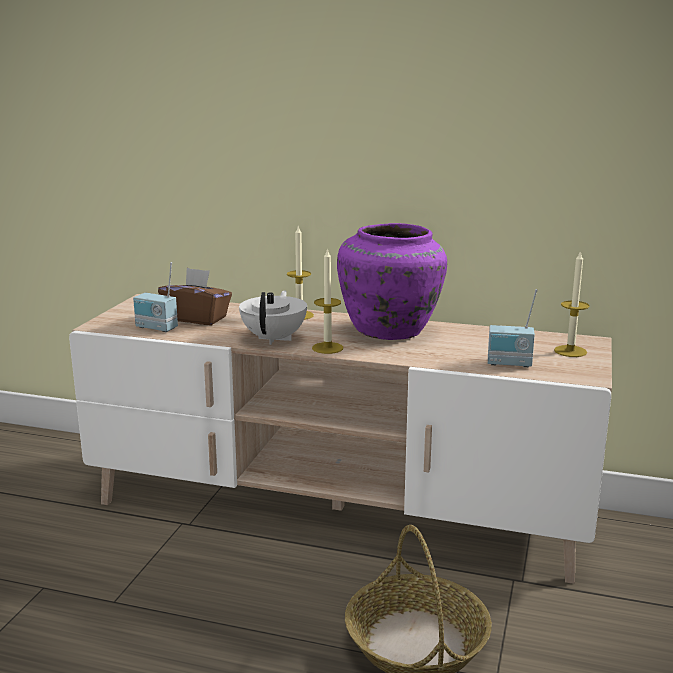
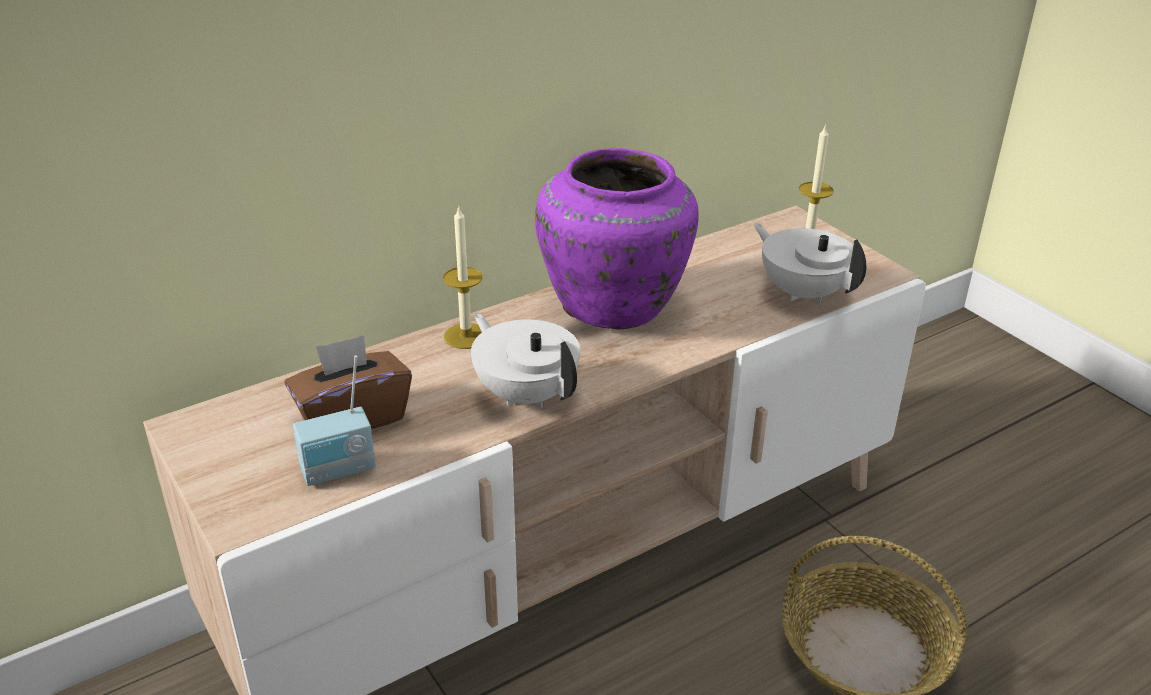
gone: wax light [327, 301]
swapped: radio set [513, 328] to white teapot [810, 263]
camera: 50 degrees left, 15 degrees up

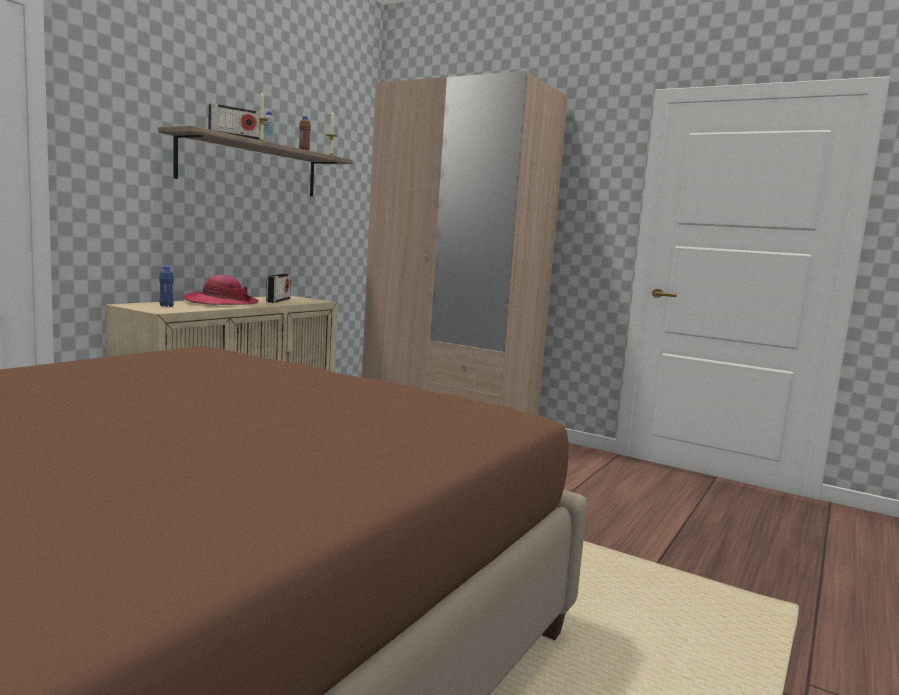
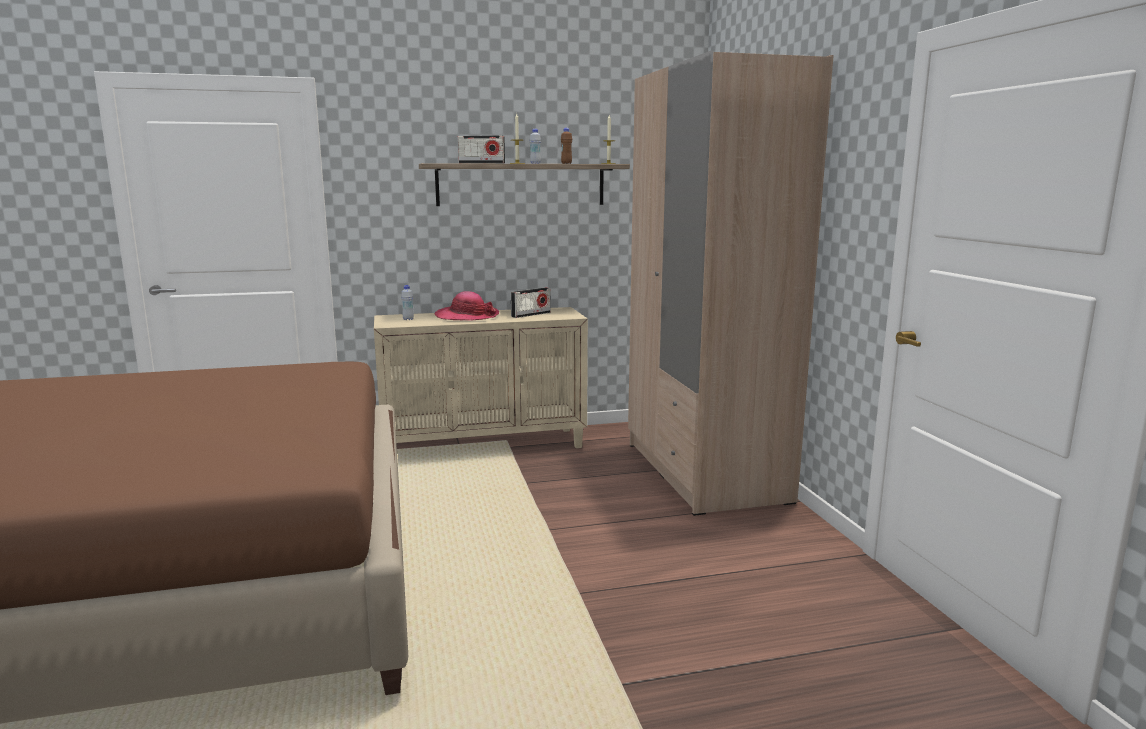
repainted: bluish drink bottle [166, 286] to white drink bottle [407, 302]
camera: 45 degrees right, 5 degrees up

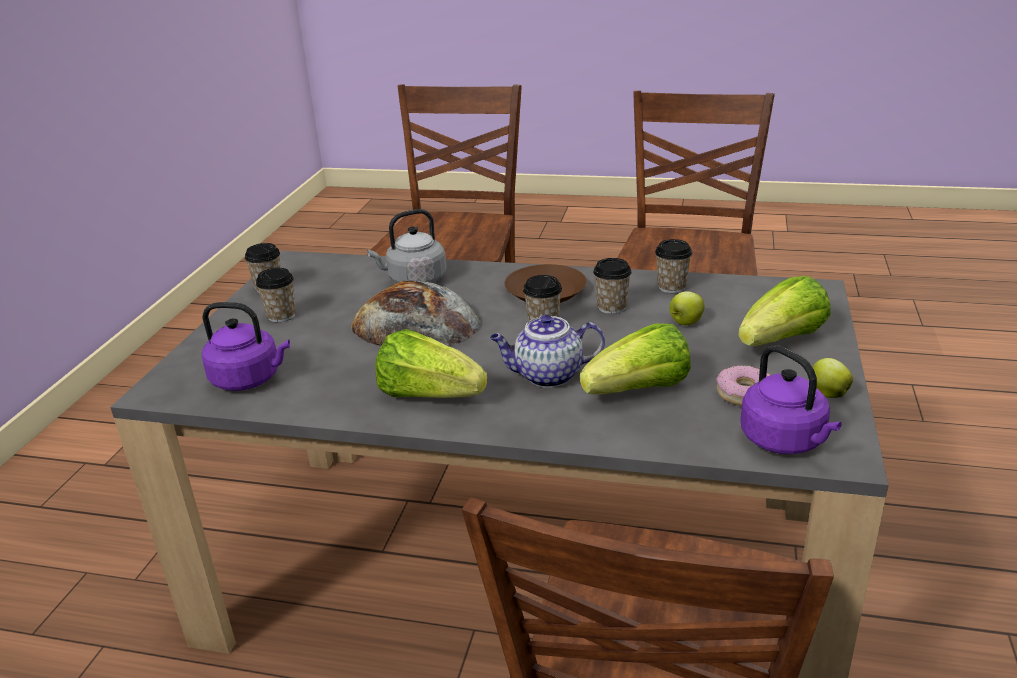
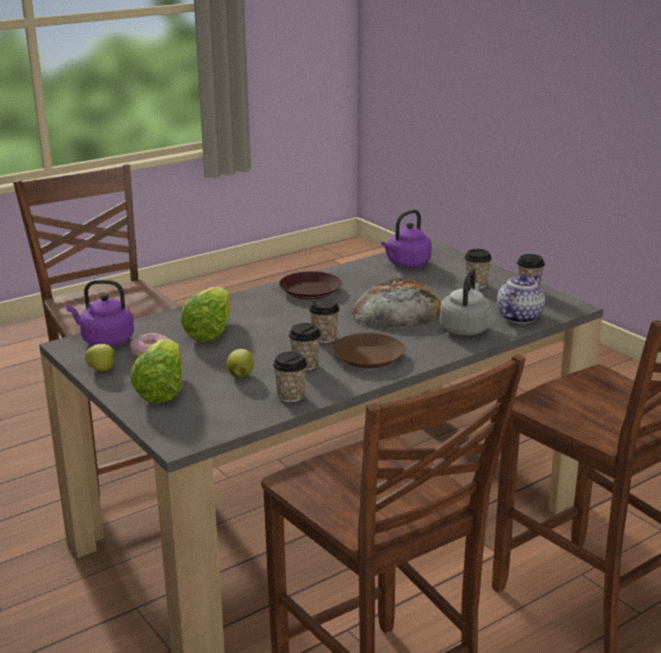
shifted: teapot [547, 351] to [521, 299]
swapped: head of lettuce [431, 363] to brownish flat dish [310, 285]
camera: 130 degrees right, 5 degrees down

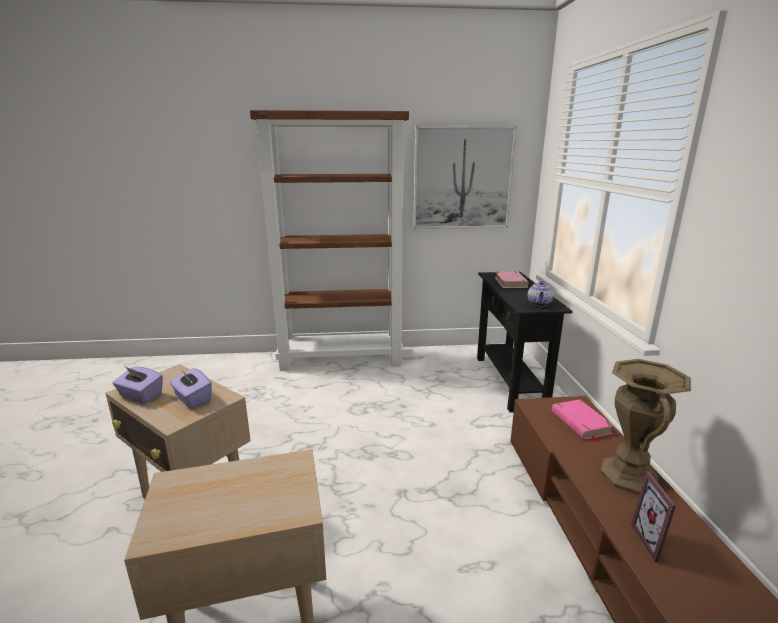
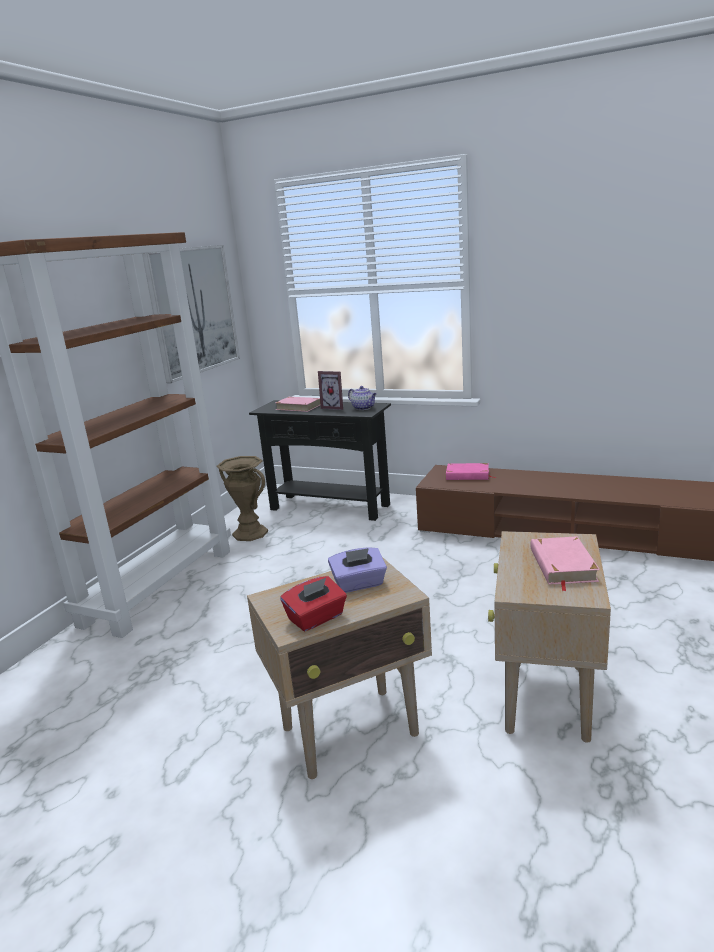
new: pinkish bound book [565, 563]
shifted: brownish decorative vase [645, 426] to [242, 498]; standing frame [653, 516] to [330, 390]
repainted: purplish tissue box [137, 384] to red tissue box [313, 603]
camera: 60 degrees left, 0 degrees up

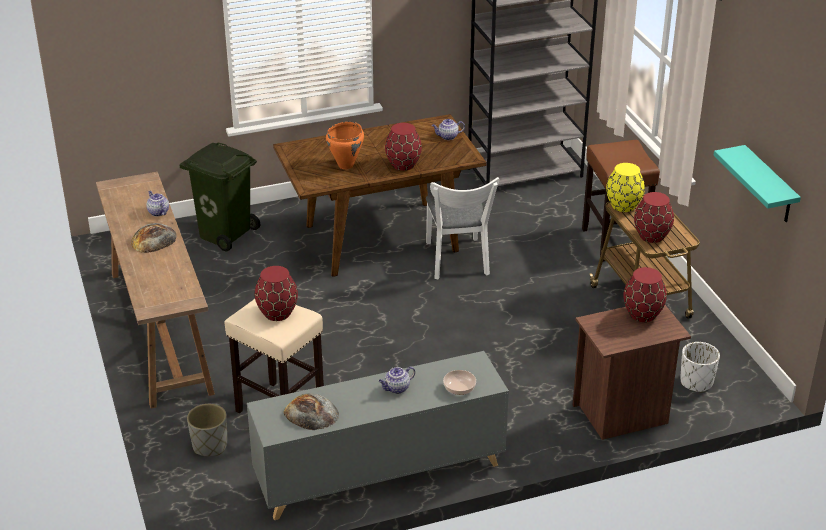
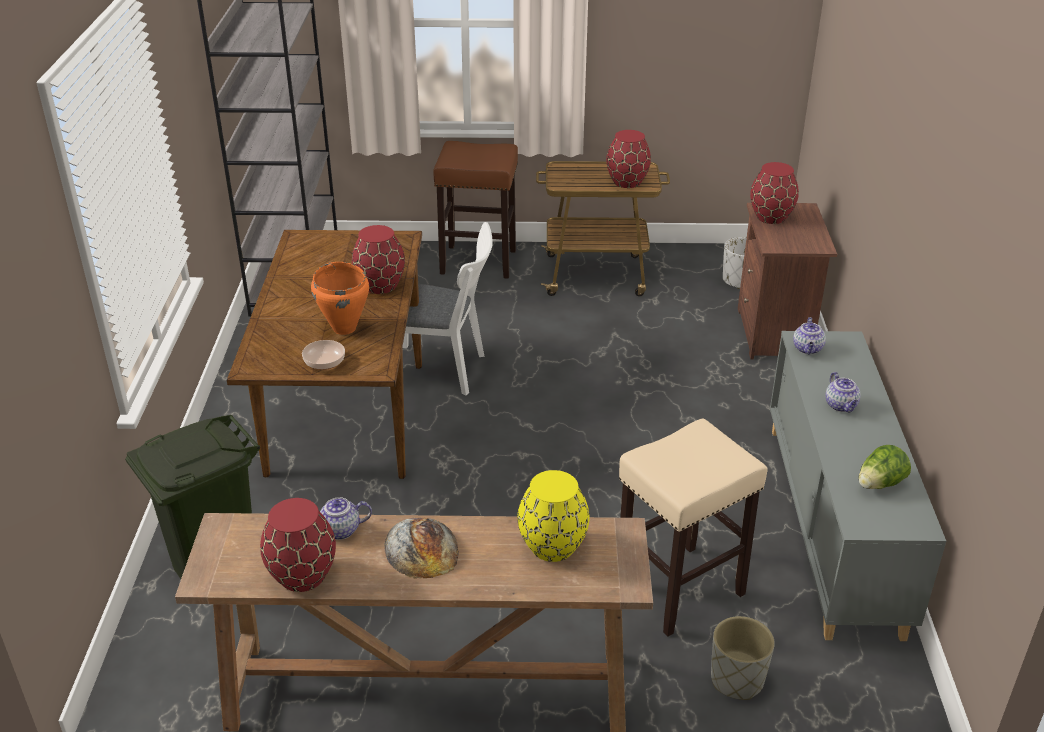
gone: turquoise-coloured wall shelf [757, 183]
shifted: red decorative vase [276, 293] to [298, 545]; teapot [448, 129] to [809, 335]; bowl [459, 382] to [323, 355]; yellowish decorative vase [625, 187] to [553, 516]
swapped: bread [311, 412] to head of lettuce [885, 467]
camera: 70 degrees left, 0 degrees up

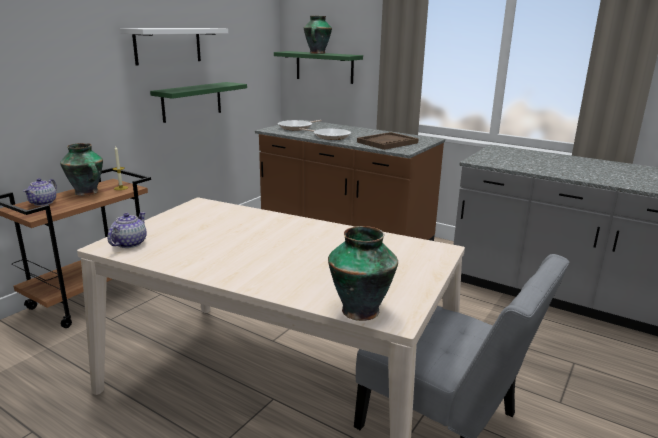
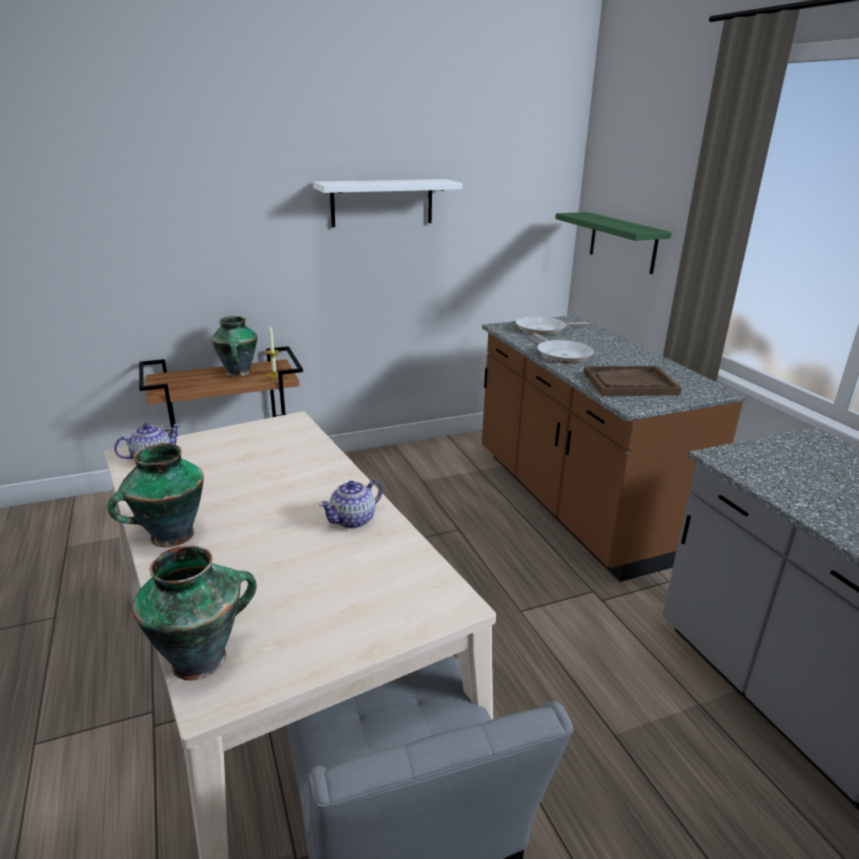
gone: green wall shelf [198, 102]
shifted: teapot [40, 192] to [351, 504]; decorative vase [318, 35] to [156, 495]
camera: 35 degrees right, 5 degrees up

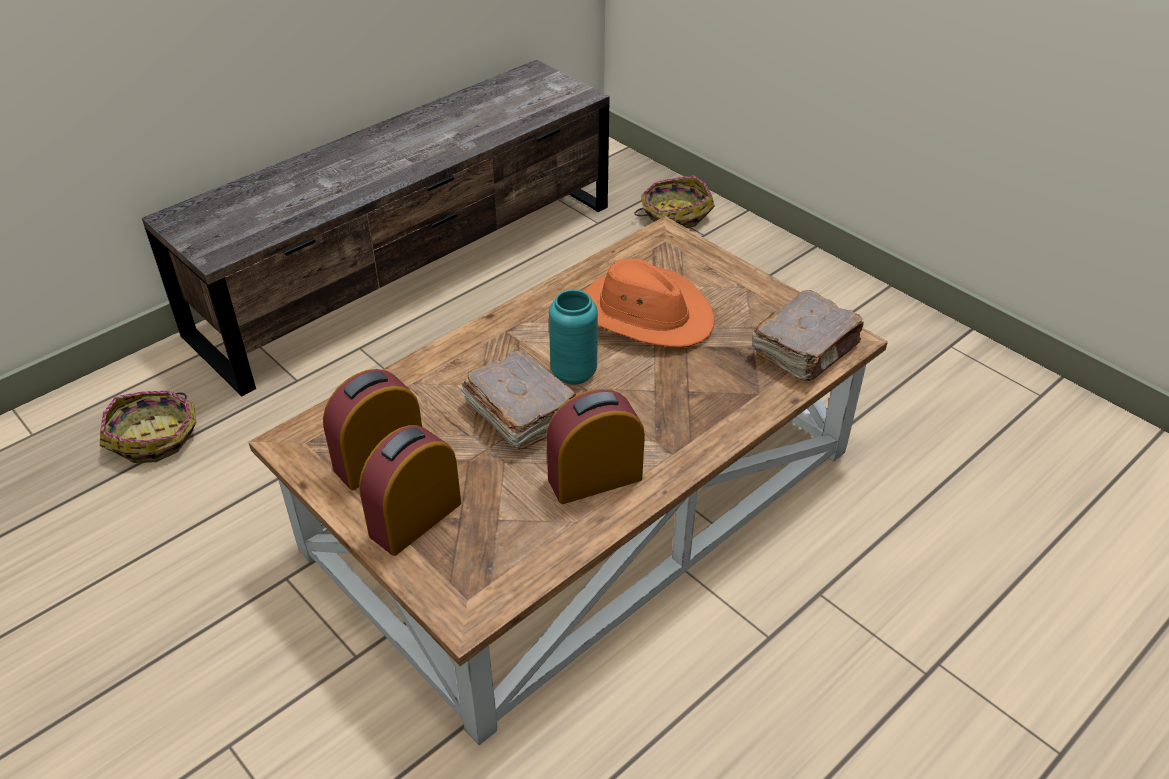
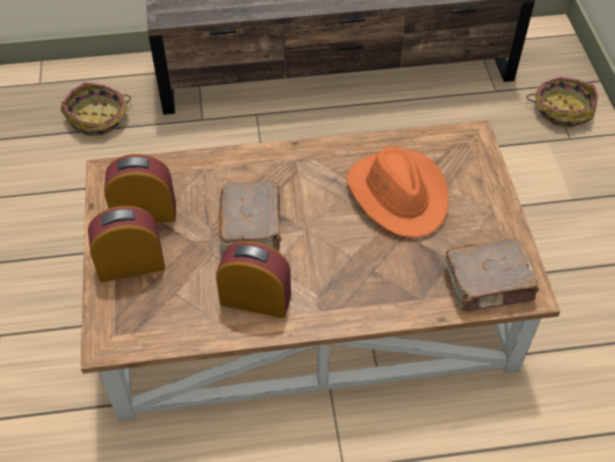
gone: turquoise-coloured decorative vase [573, 337]
camera: 35 degrees right, 10 degrees up

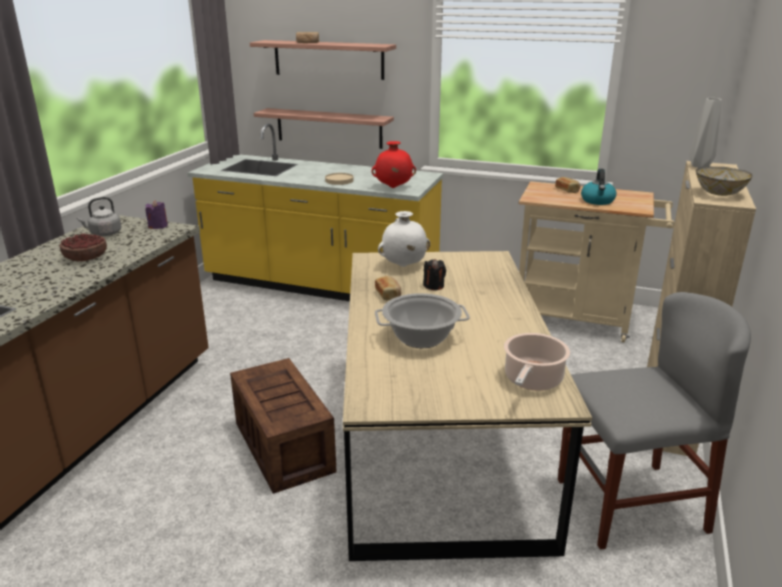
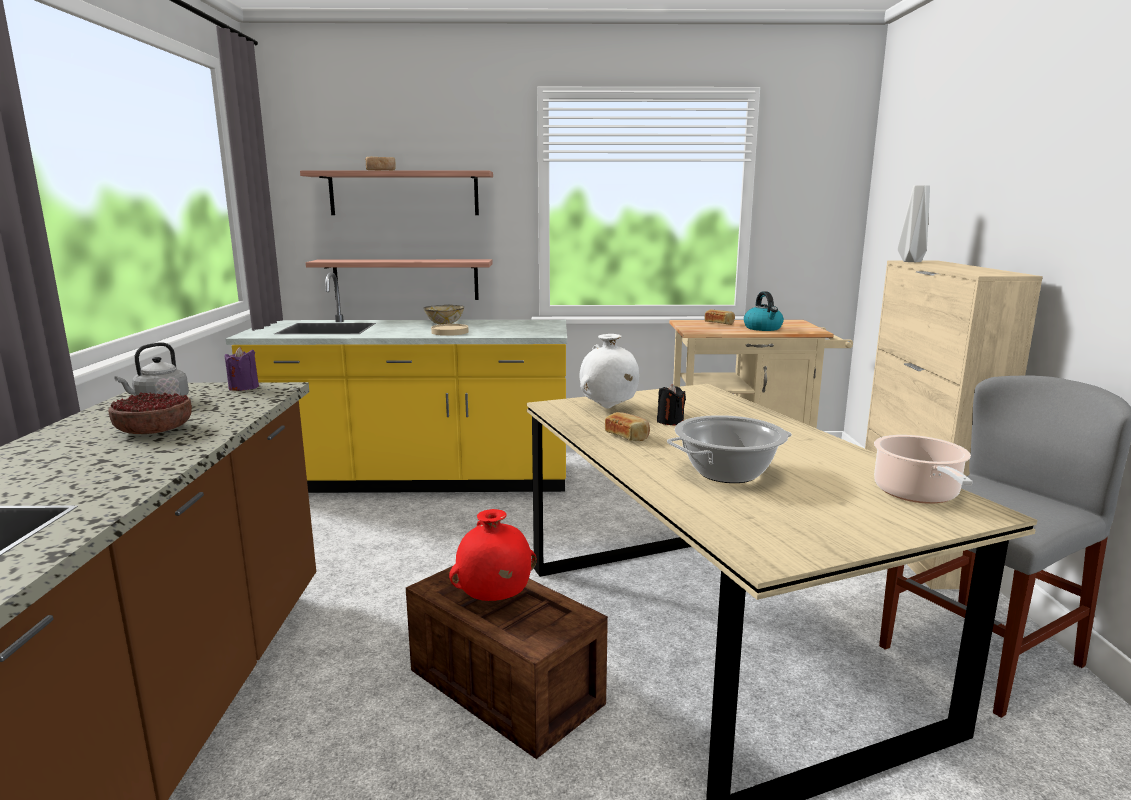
shifted: red decorative vase [393, 164] to [493, 555]; bowl [724, 181] to [444, 314]
camera: 20 degrees left, 10 degrees down

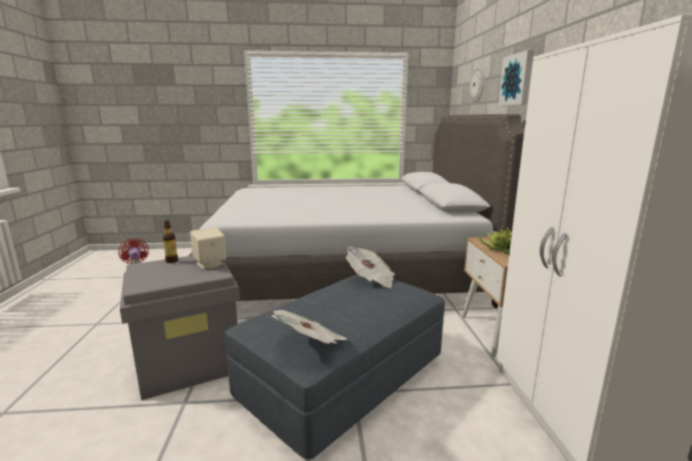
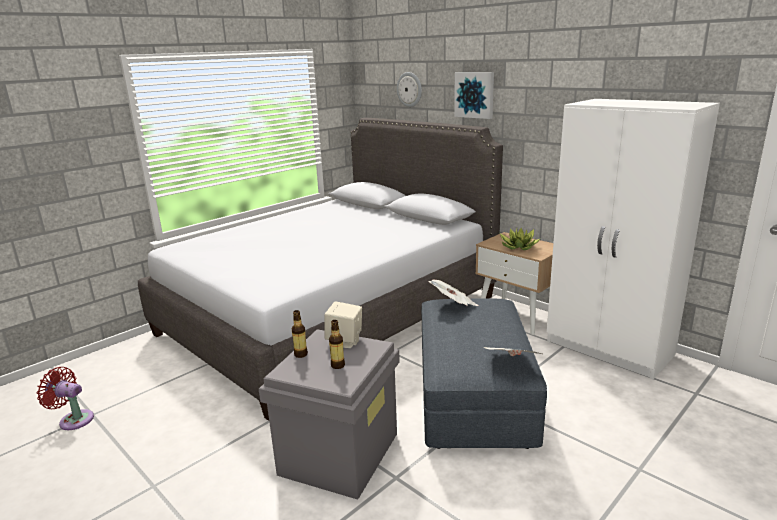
new: drink bottle [337, 344]
camera: 40 degrees left, 5 degrees up

